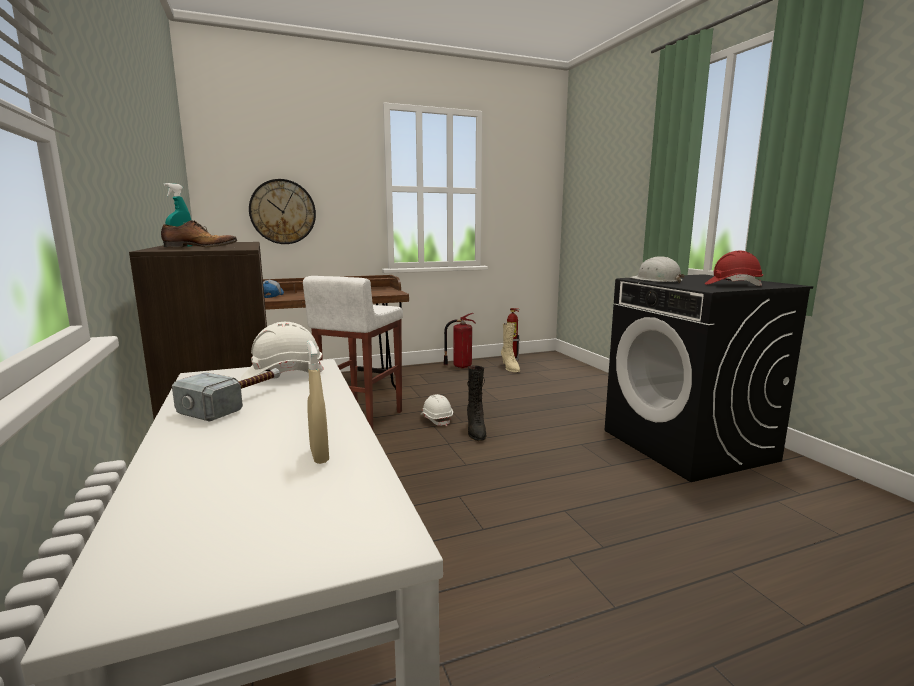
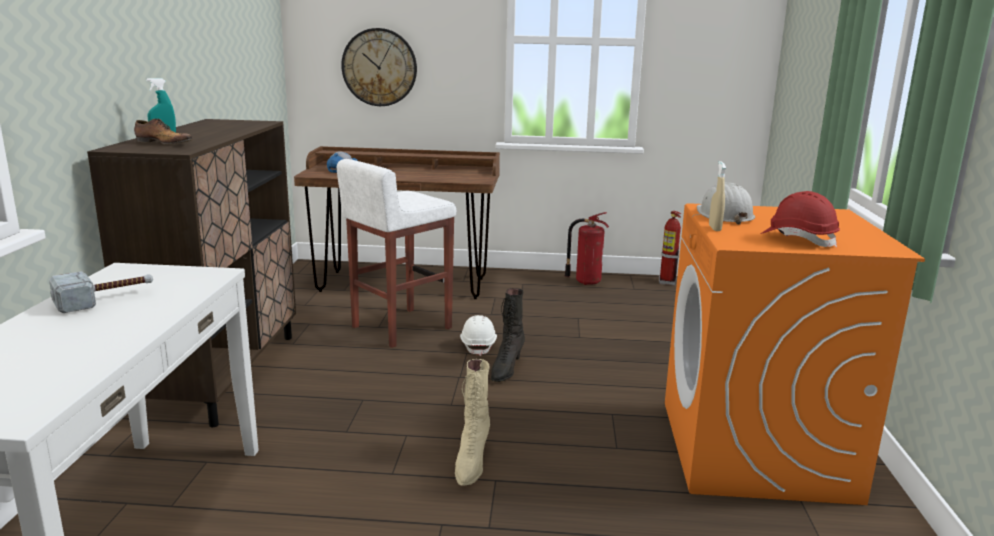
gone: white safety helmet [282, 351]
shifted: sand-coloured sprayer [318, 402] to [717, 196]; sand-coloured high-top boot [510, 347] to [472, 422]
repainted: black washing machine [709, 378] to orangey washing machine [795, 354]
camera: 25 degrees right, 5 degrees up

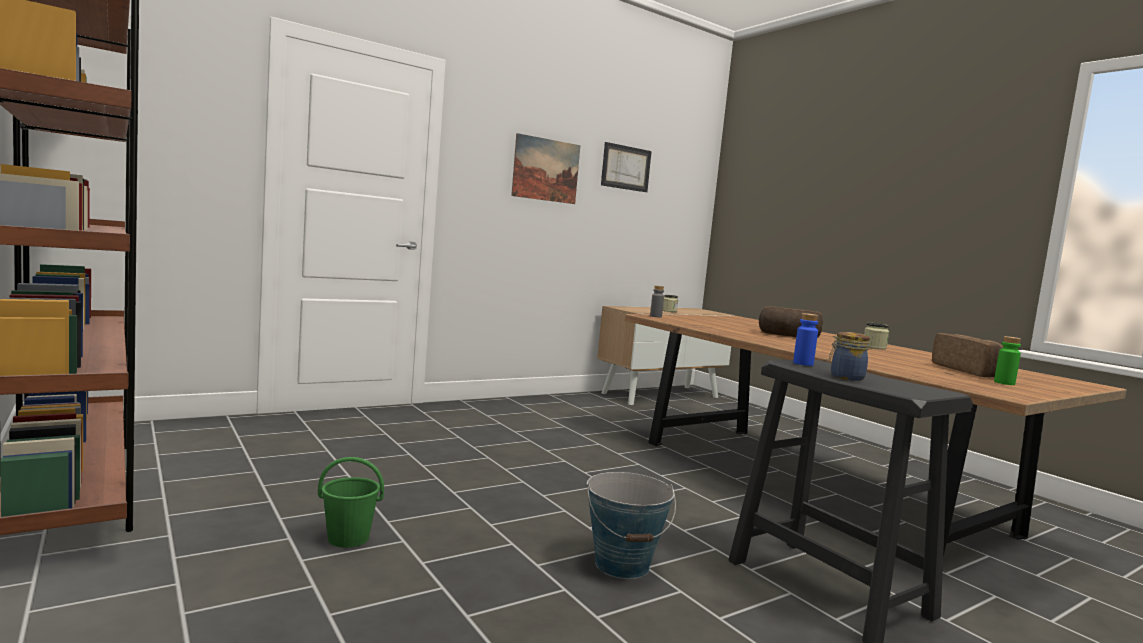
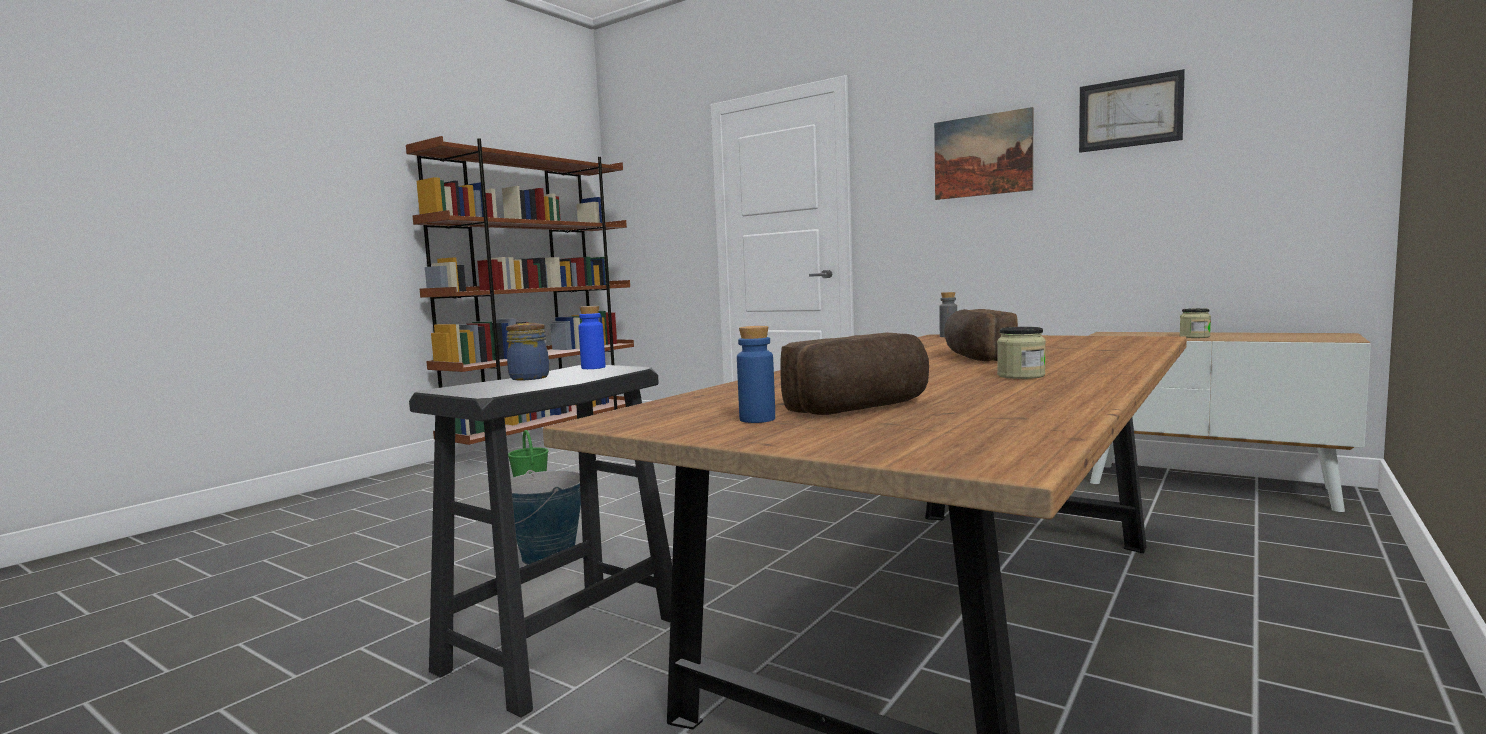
repainted: green drink bottle [1007, 360] to bluish drink bottle [756, 374]
camera: 70 degrees right, 0 degrees up

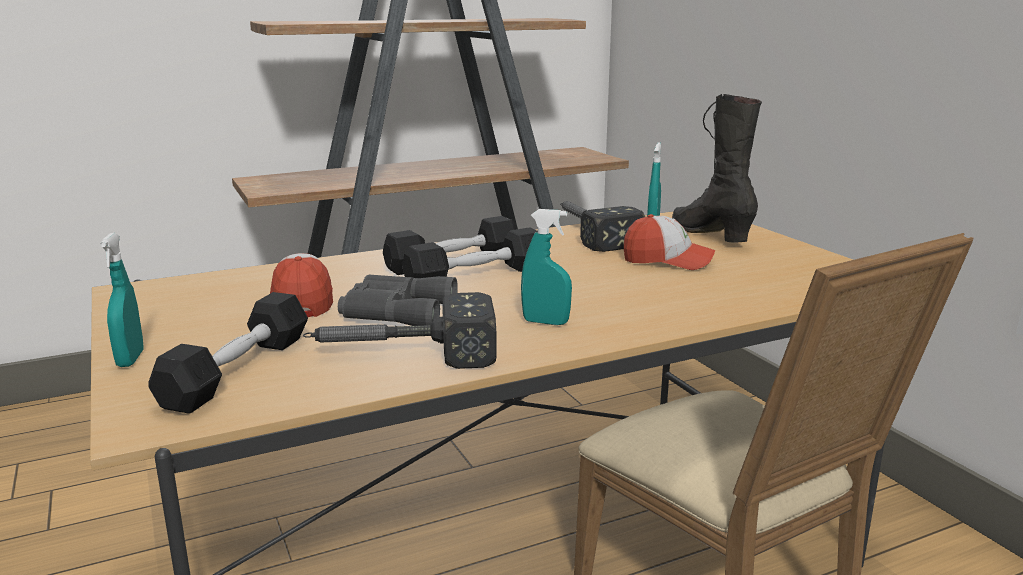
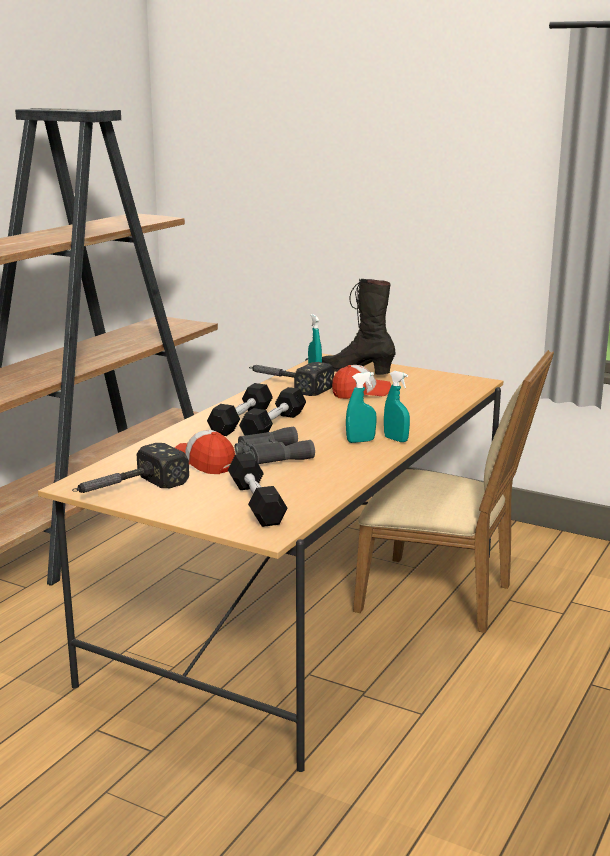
shifted: turquoise-coloured sprayer [122, 300] to [397, 406]; hand hammer [400, 330] to [130, 468]
camera: 35 degrees left, 0 degrees up

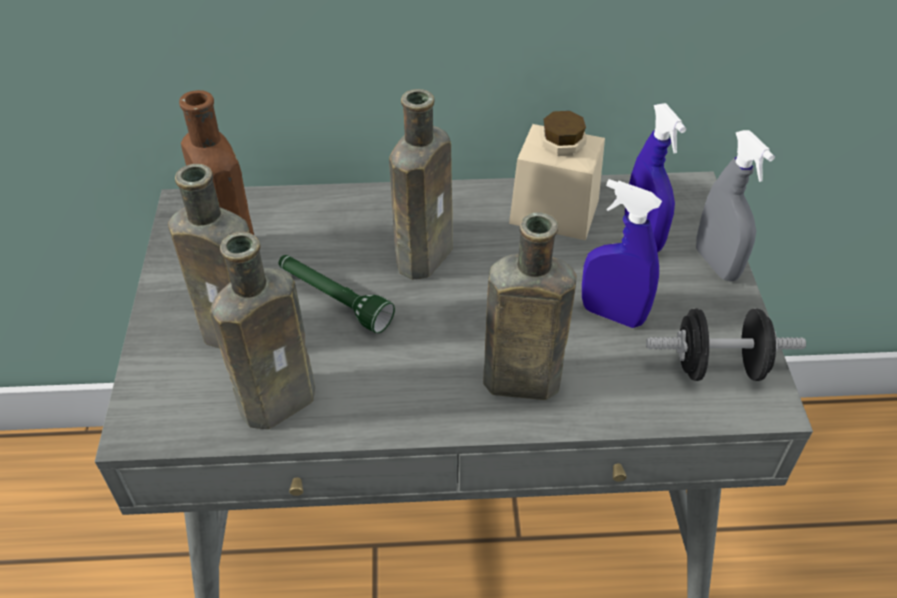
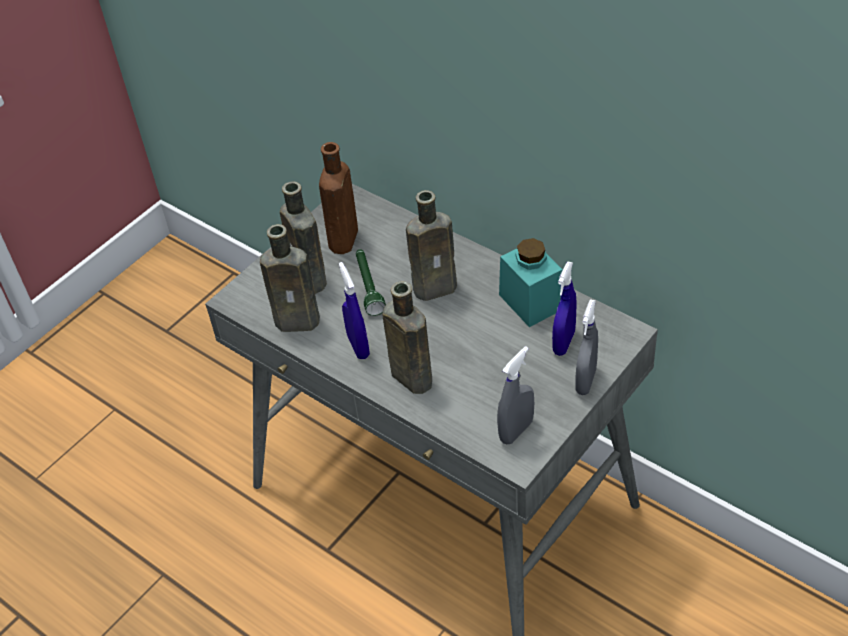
shifted: bluish sprayer [622, 253] to [354, 310]
swapped: black hand weight [726, 344] to gray sprayer [515, 395]
repainted: sand-coloured preserve jar [557, 175] to turquoise-coloured preserve jar [531, 282]
camera: 45 degrees right, 0 degrees up

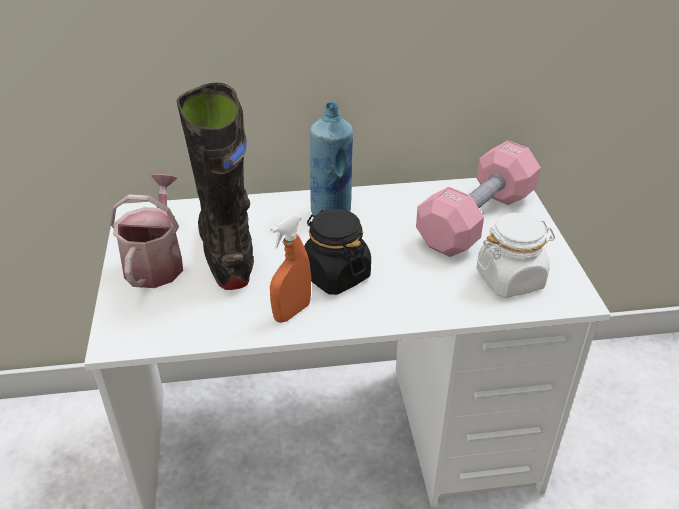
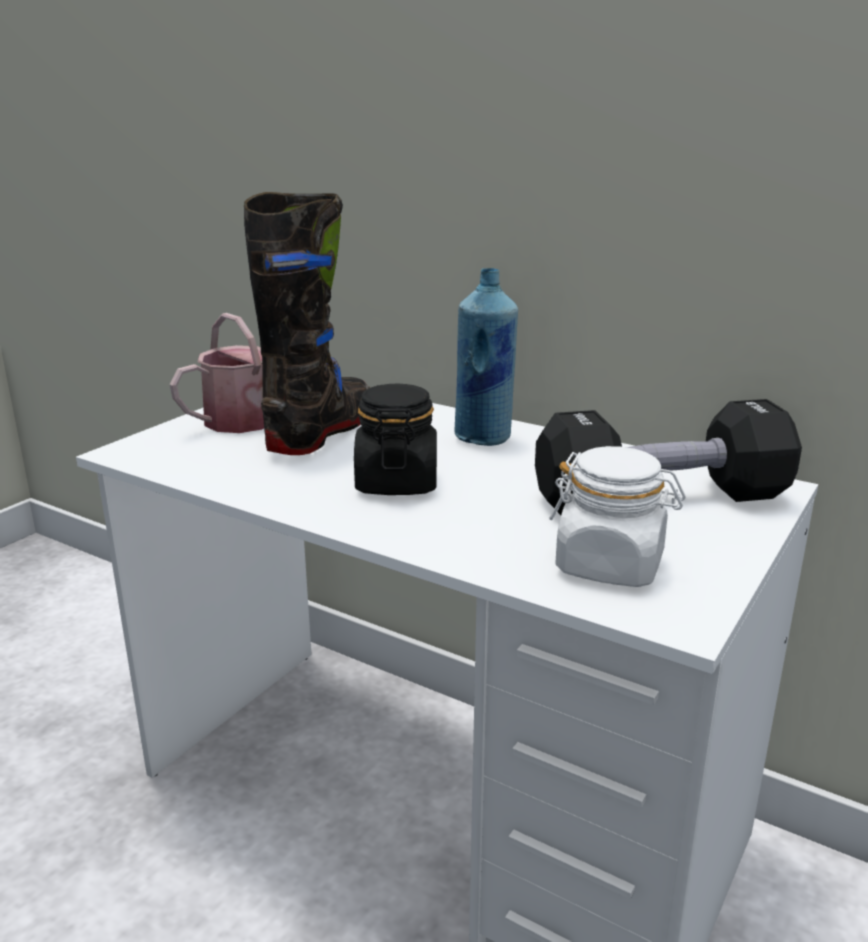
gone: orangey sprayer [290, 269]
repainted: pinkish hand weight [478, 198] to black hand weight [668, 457]
camera: 40 degrees right, 15 degrees down

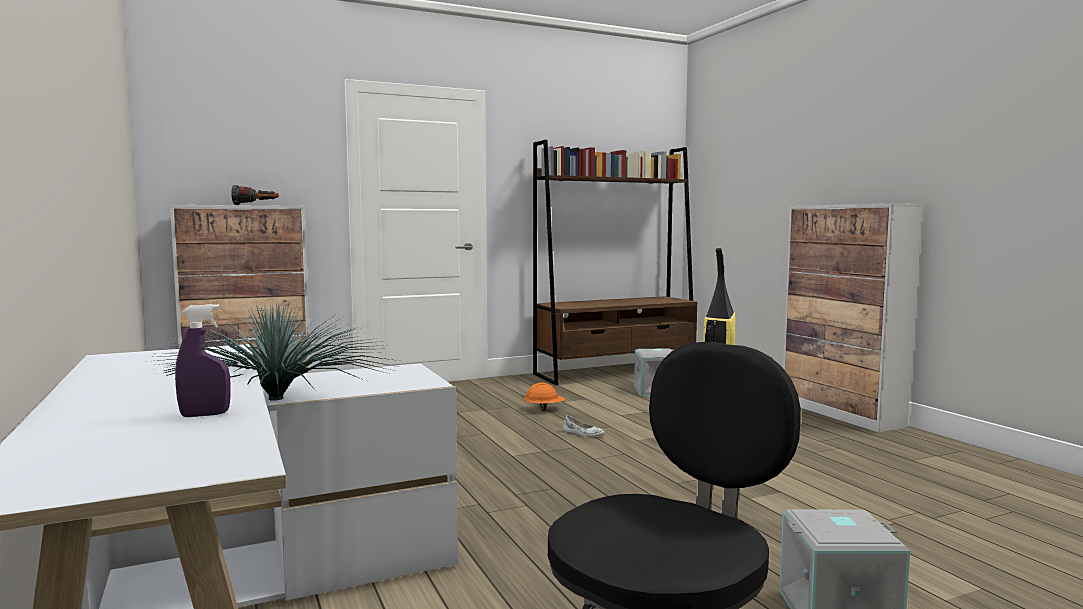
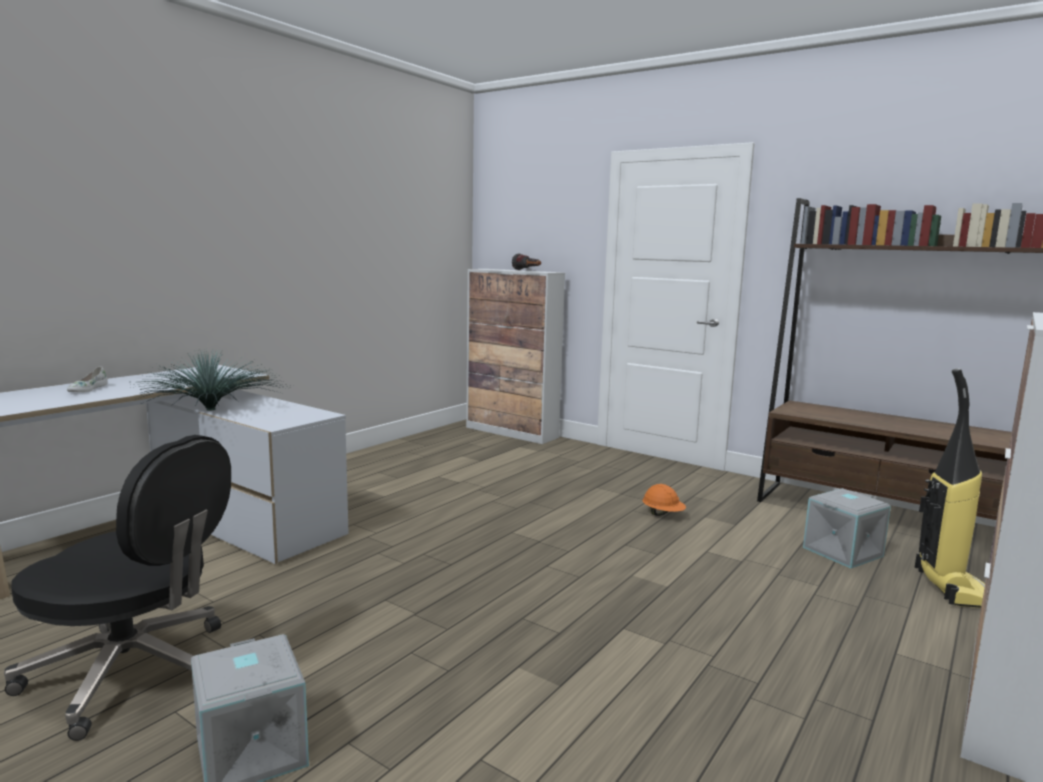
gone: purplish sprayer [203, 360]
shifted: white low shoe [583, 426] to [87, 379]
camera: 60 degrees right, 5 degrees up

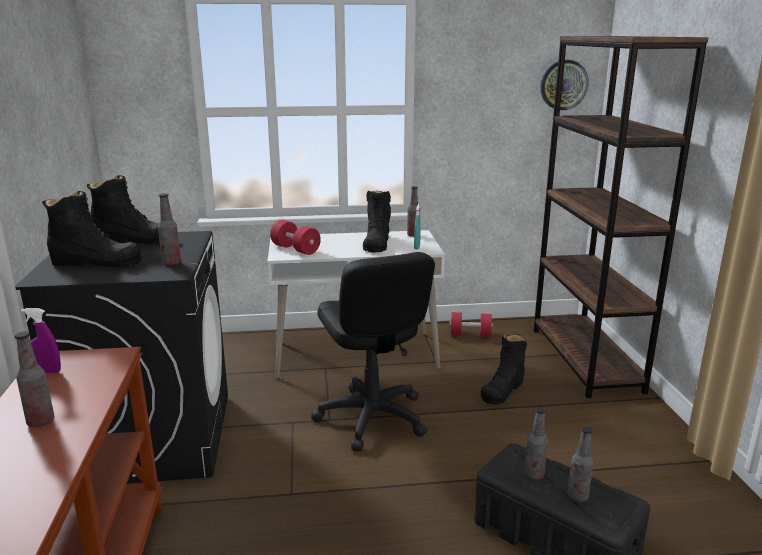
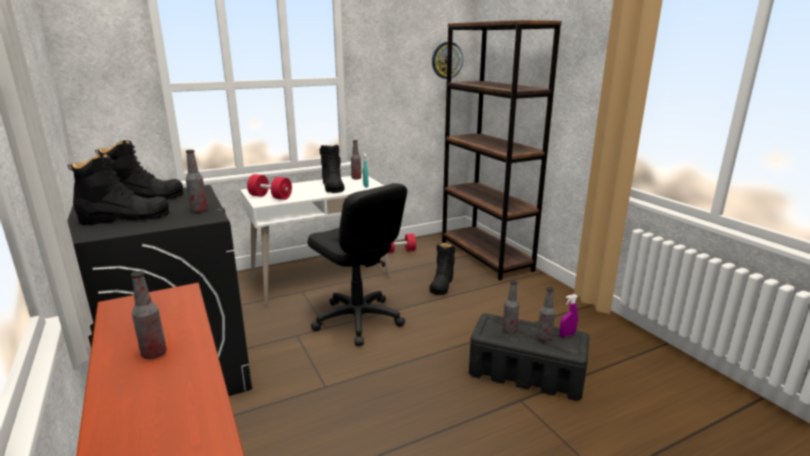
shifted: purplish sprayer [41, 341] to [569, 315]
camera: 20 degrees left, 0 degrees up

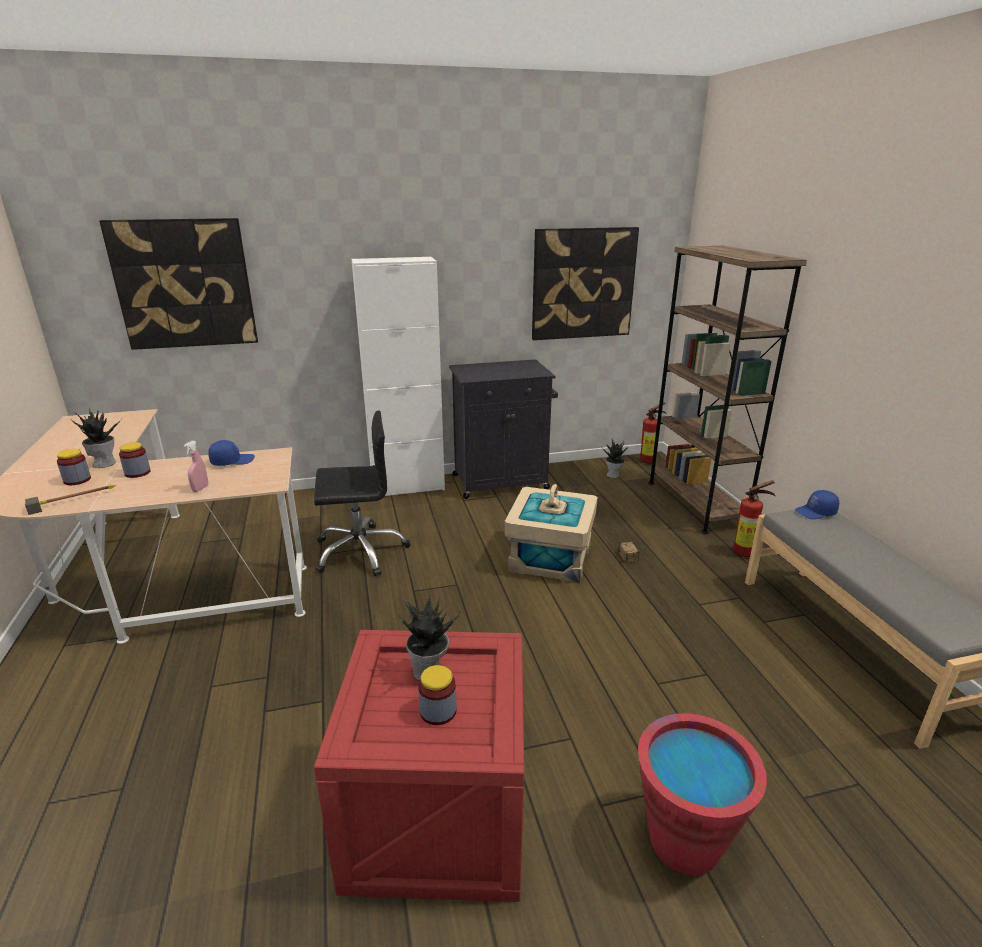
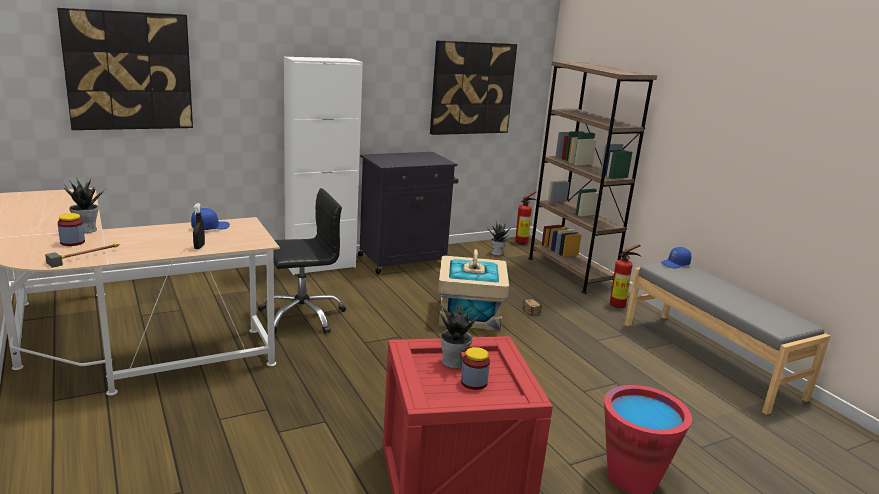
gone: preserve jar [135, 460]
repainted: pinkish sprayer [195, 466] to black sprayer [199, 226]
camera: 15 degrees left, 5 degrees down

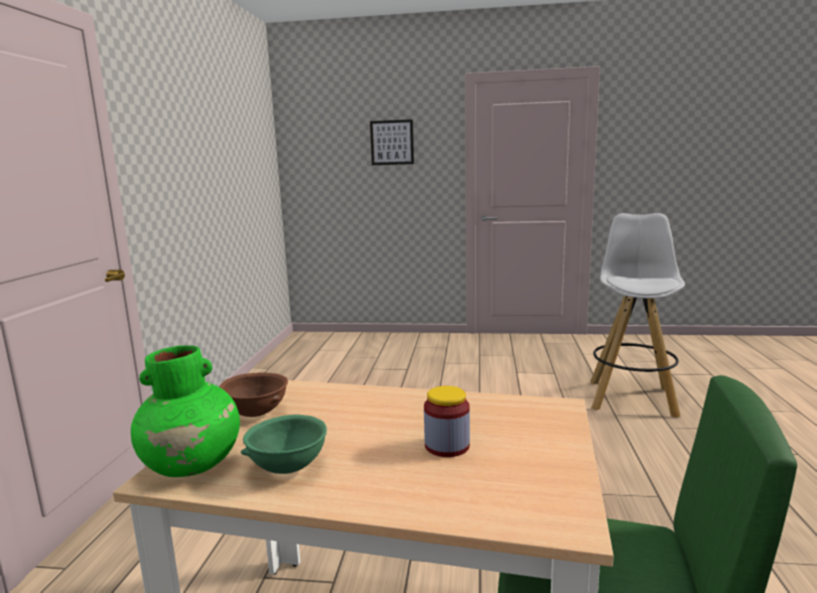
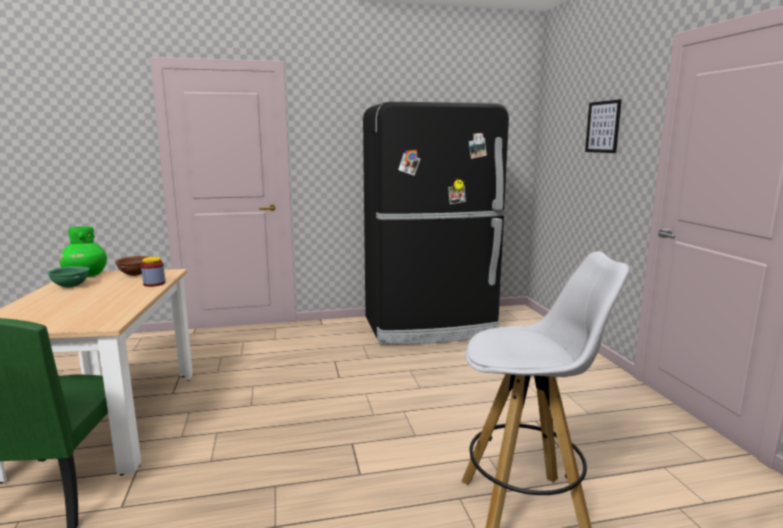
new: black kitchen fridge [436, 223]
shifted: preserve jar [447, 421] to [153, 272]
camera: 70 degrees right, 0 degrees up

